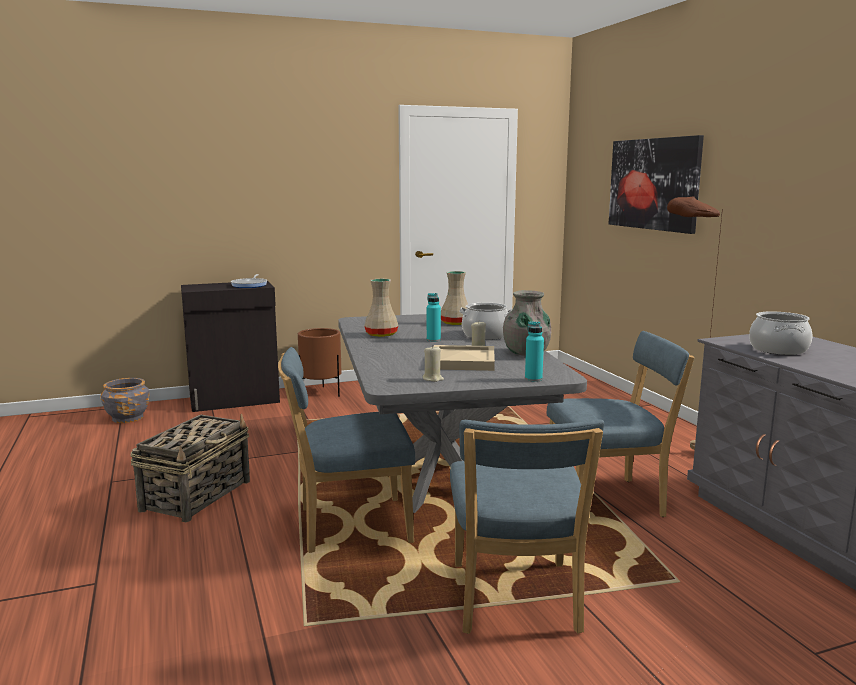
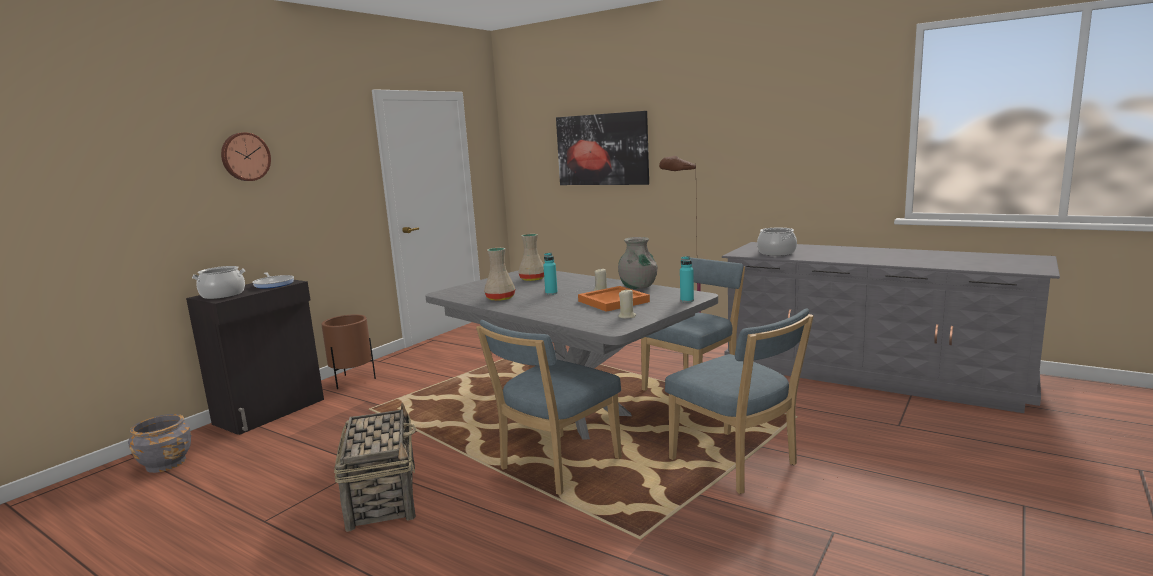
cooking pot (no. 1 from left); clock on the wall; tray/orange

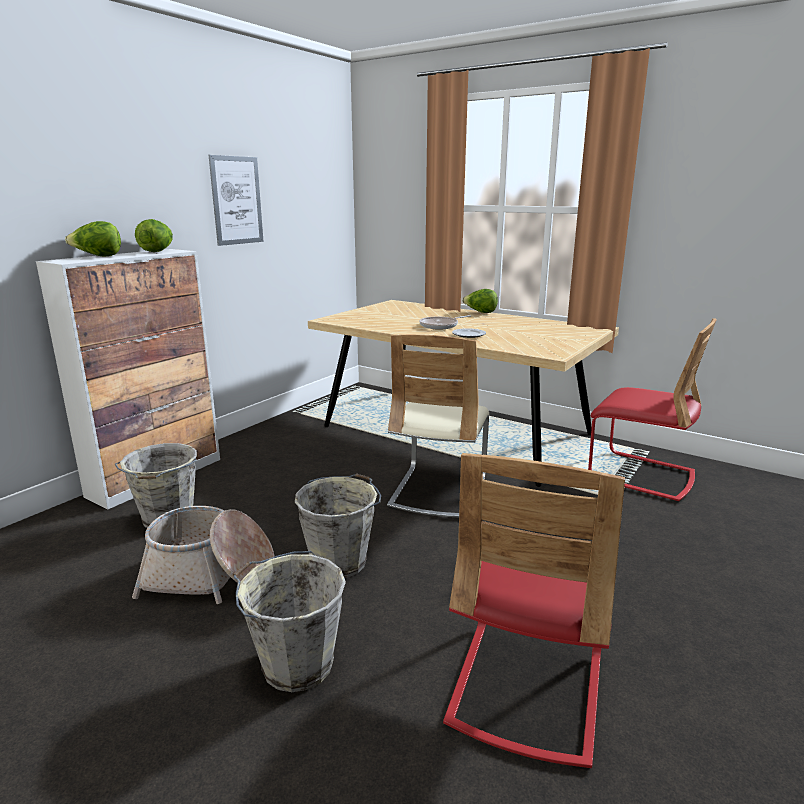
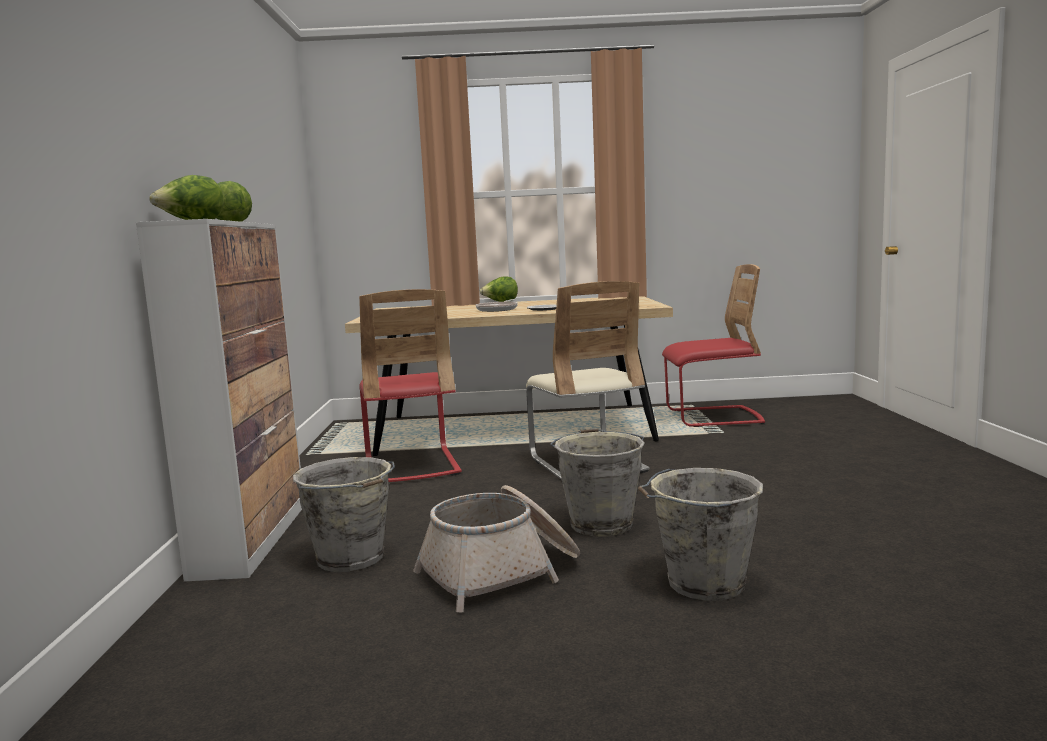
plain chair/reddish (no. 1 from left); picture

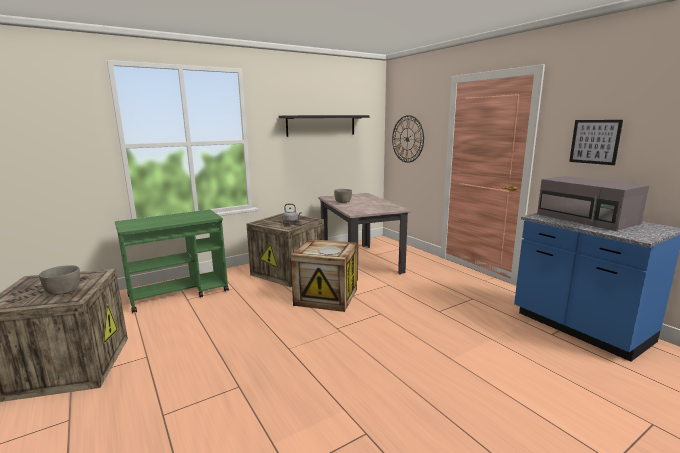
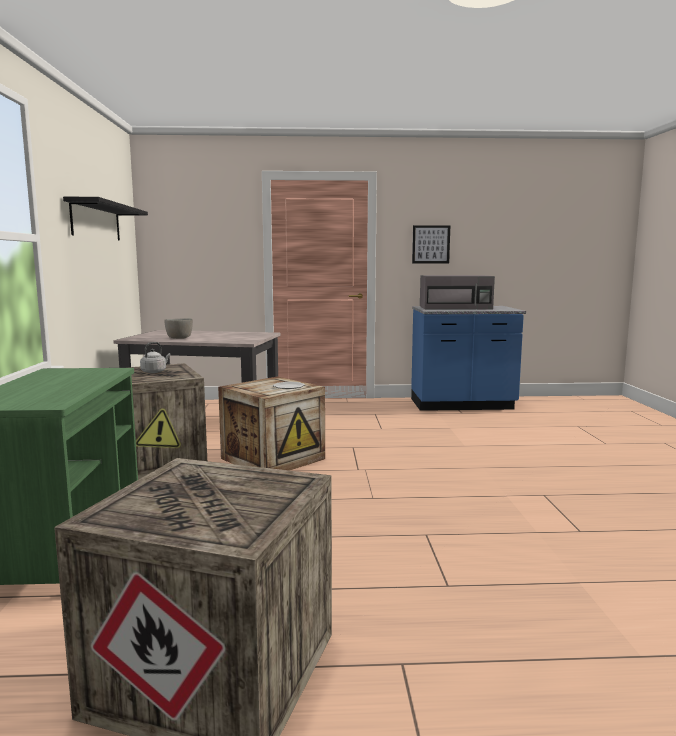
deep dish/grey (no. 1 from left in the first image); clock on the wall

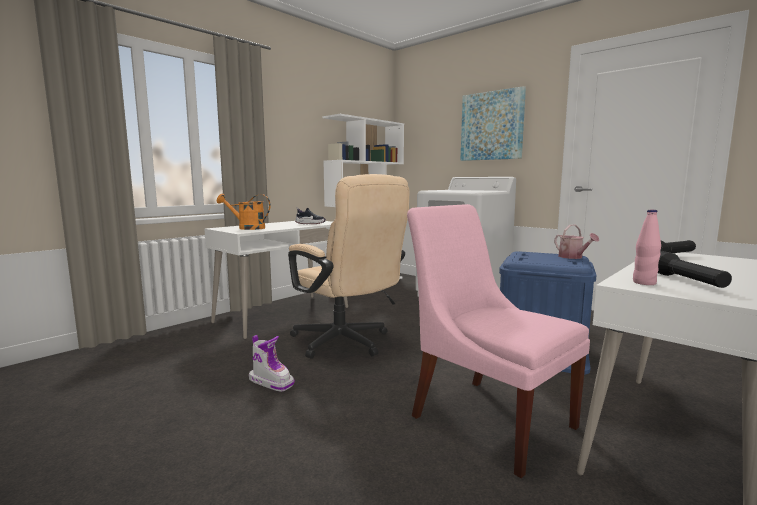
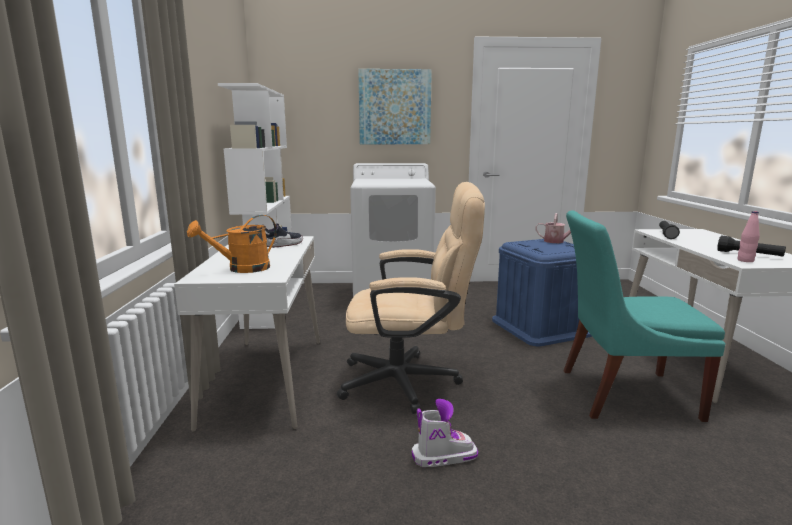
plain chair/blue-green

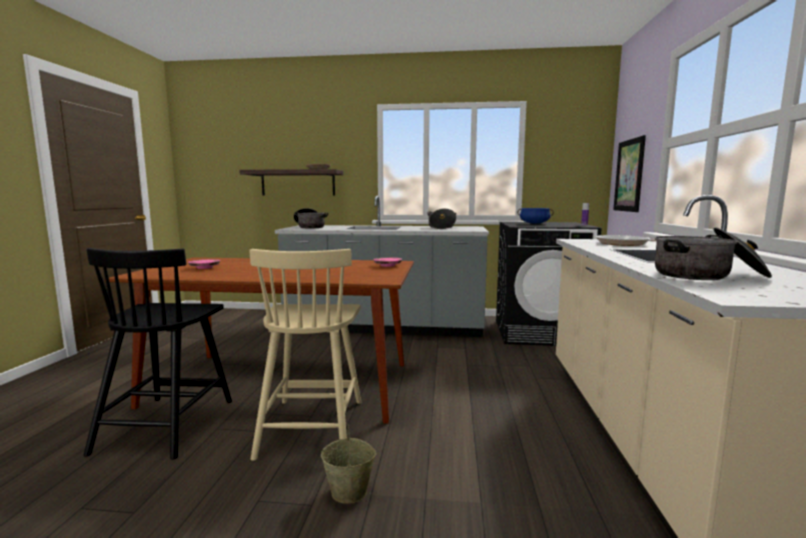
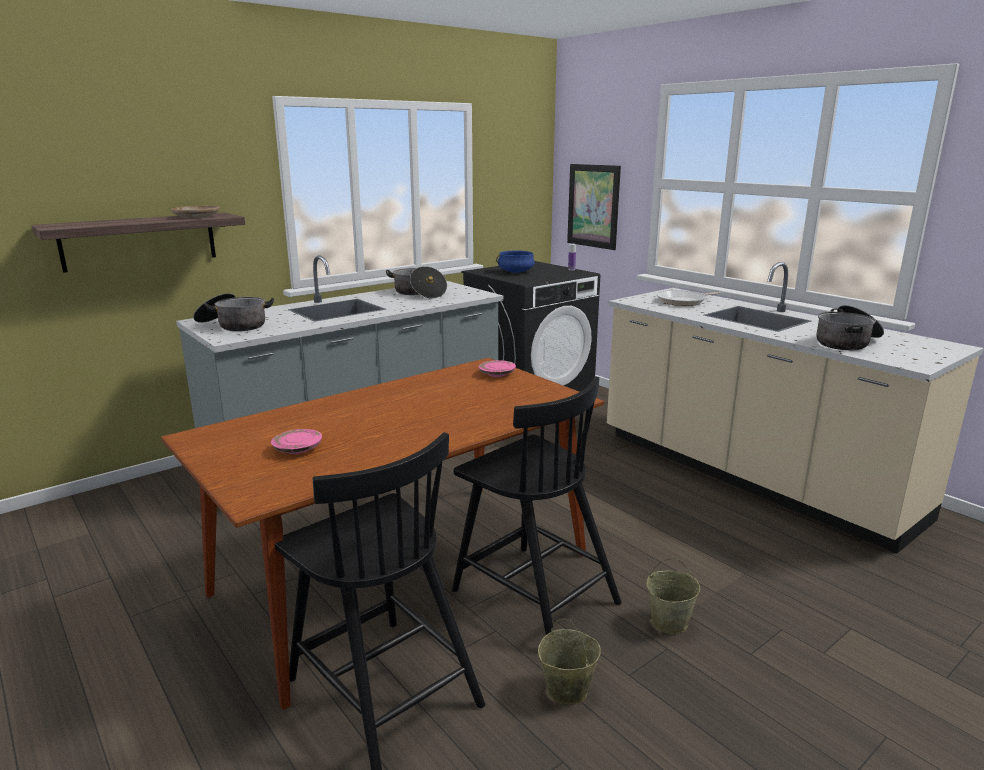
plain chair/black (no. 2 from left); water bucket/beige (no. 1 from left)

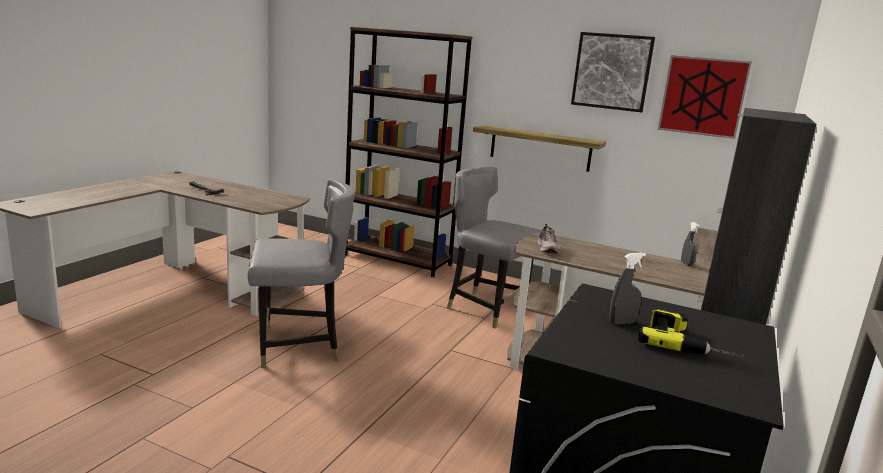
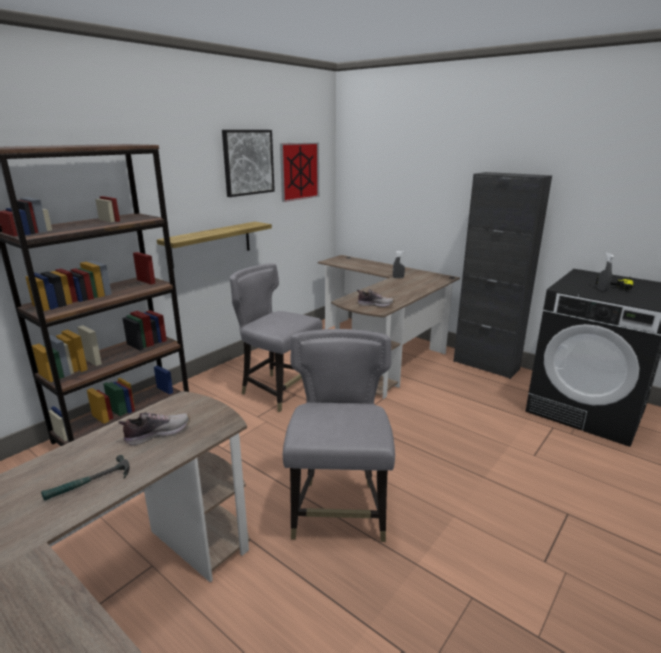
item of footwear (no. 1 from left); plain chair/grey (no. 1 from left)

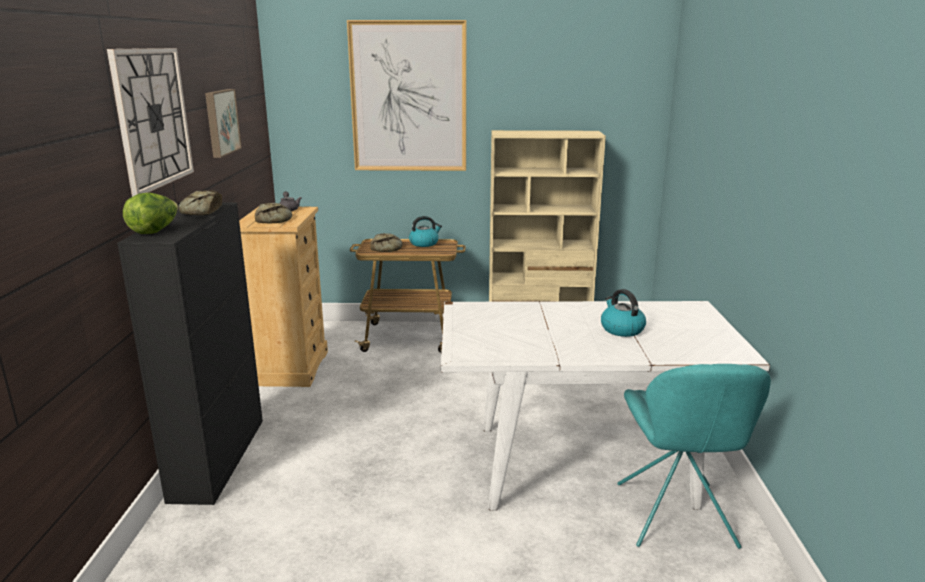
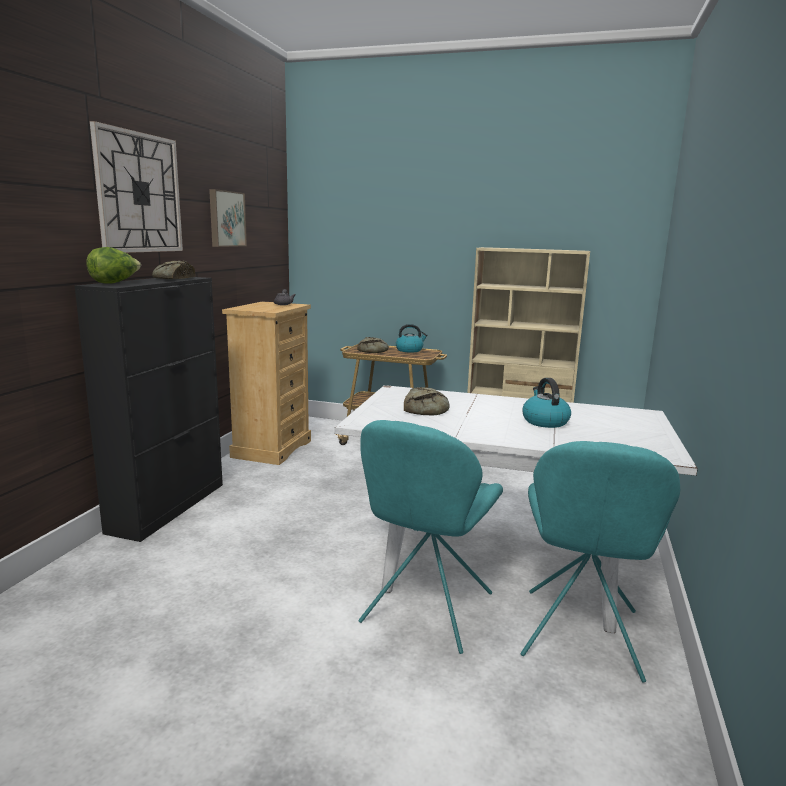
plain chair/blue-green (no. 1 from left); bread (no. 3 from left); picture (no. 2 from left in the first image)

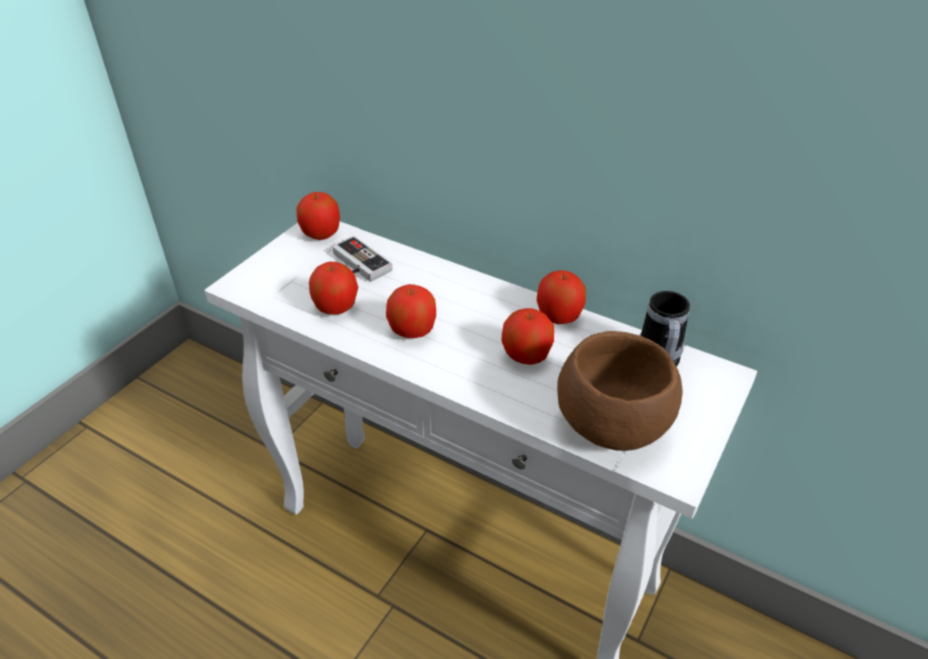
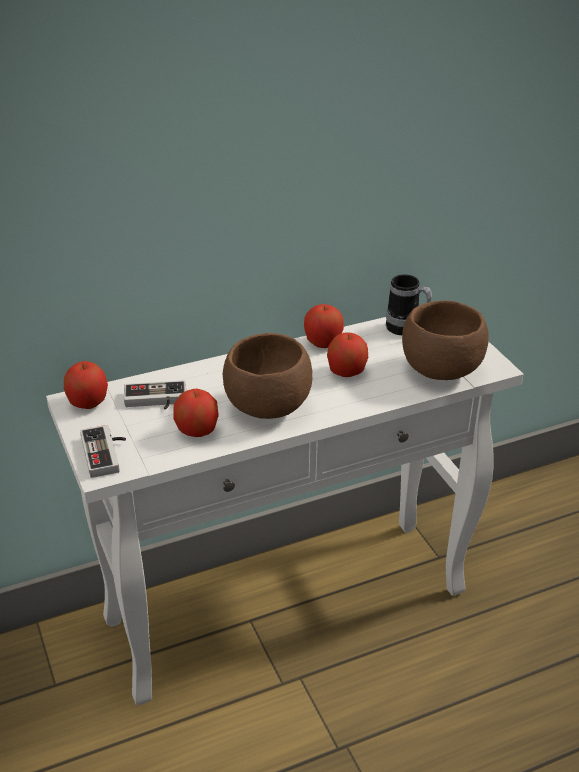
gamepad (no. 1 from left); deep dish/brownish (no. 1 from left)

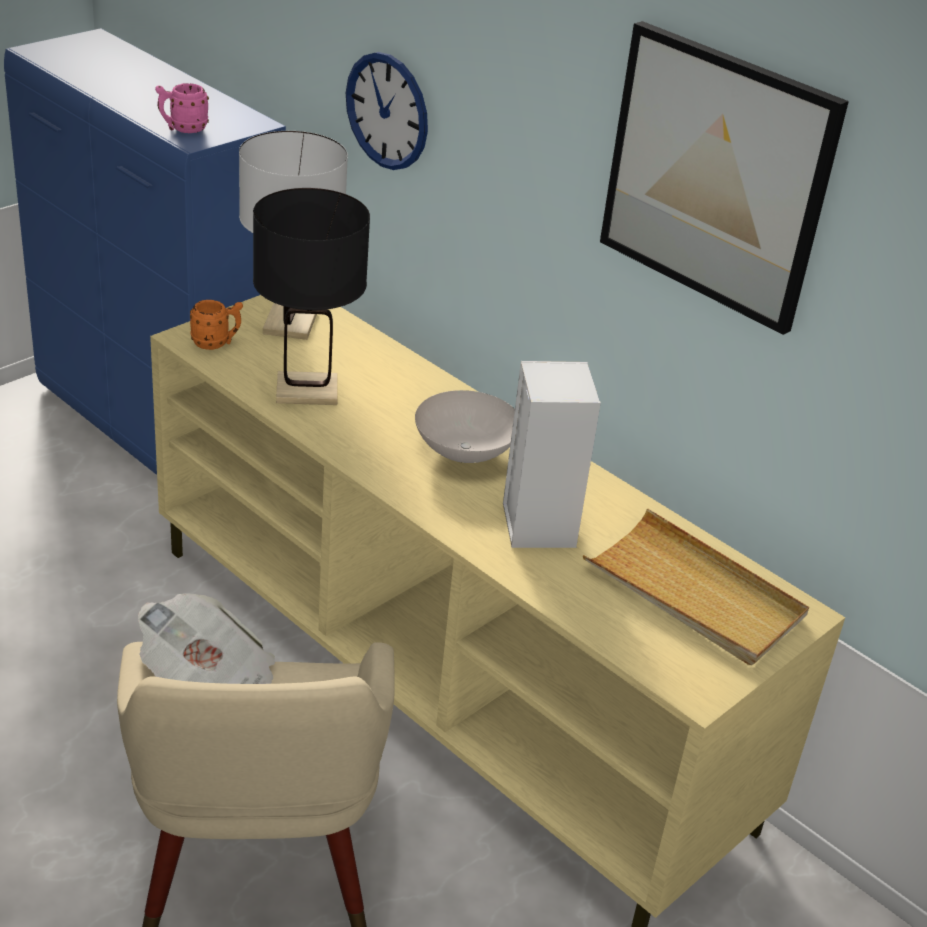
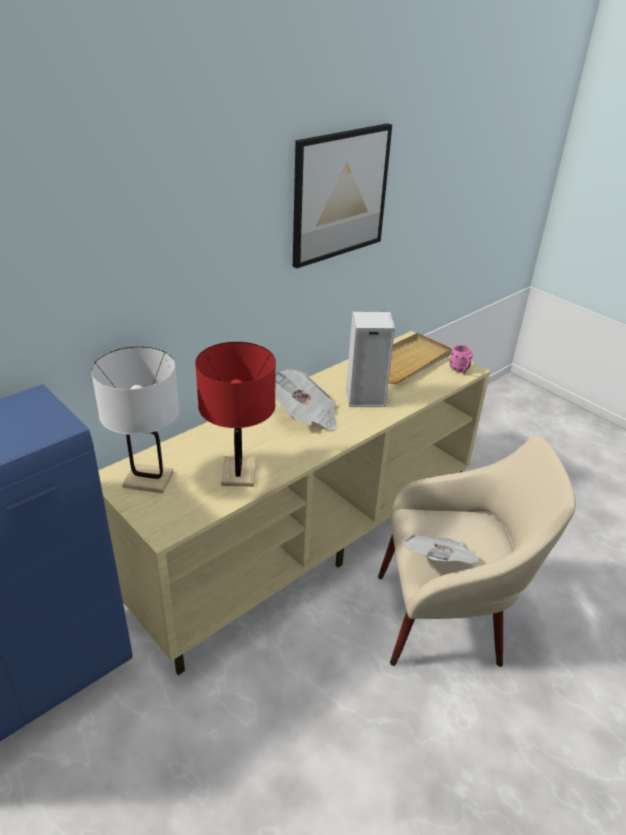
lamp for a table/reddish; newspaper (no. 1 from left); coffee mug/pink; coffee mug/orange; clock on the wall

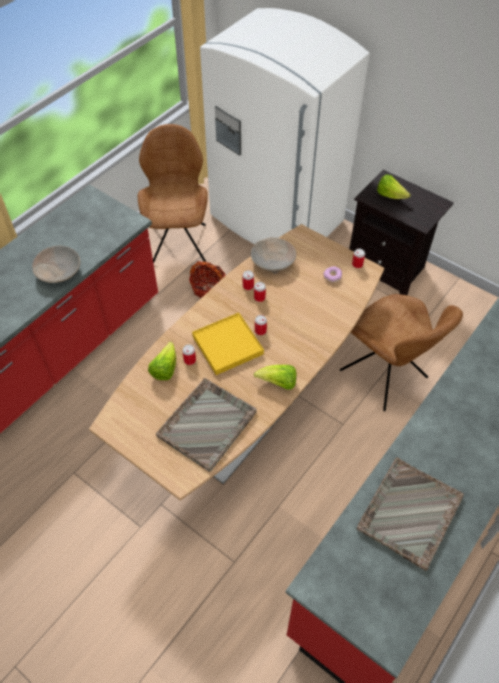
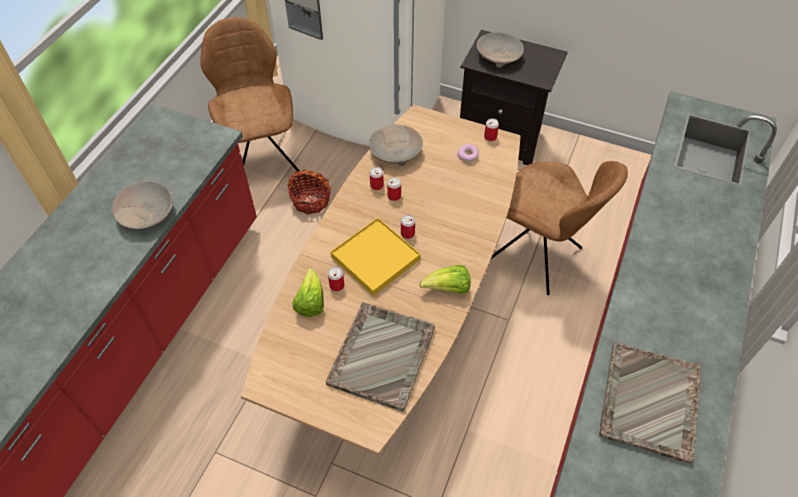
deep dish/beige (no. 3 from left)

